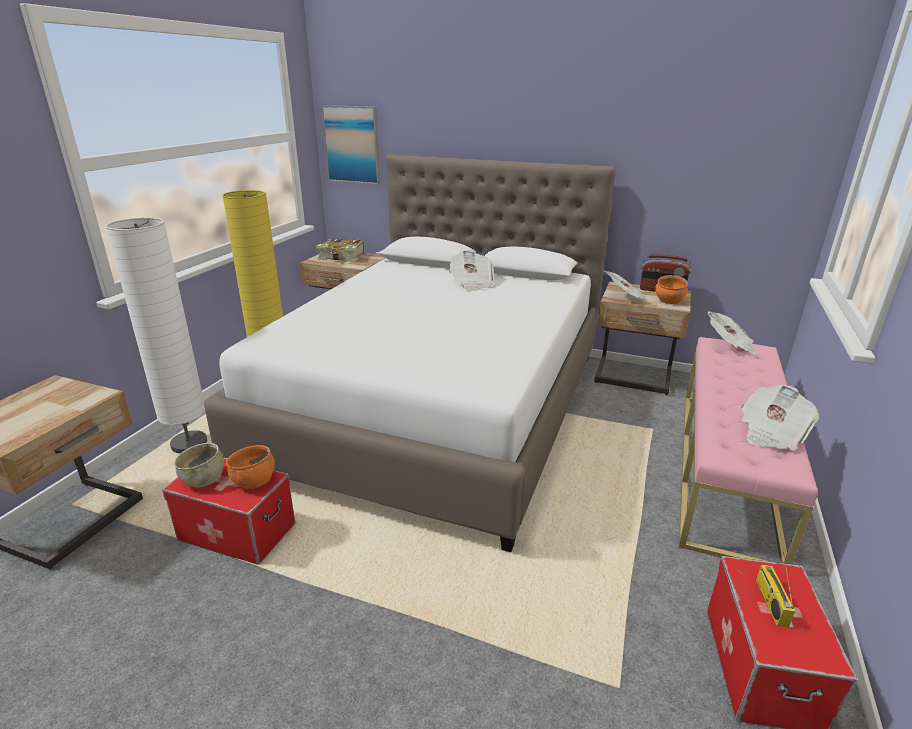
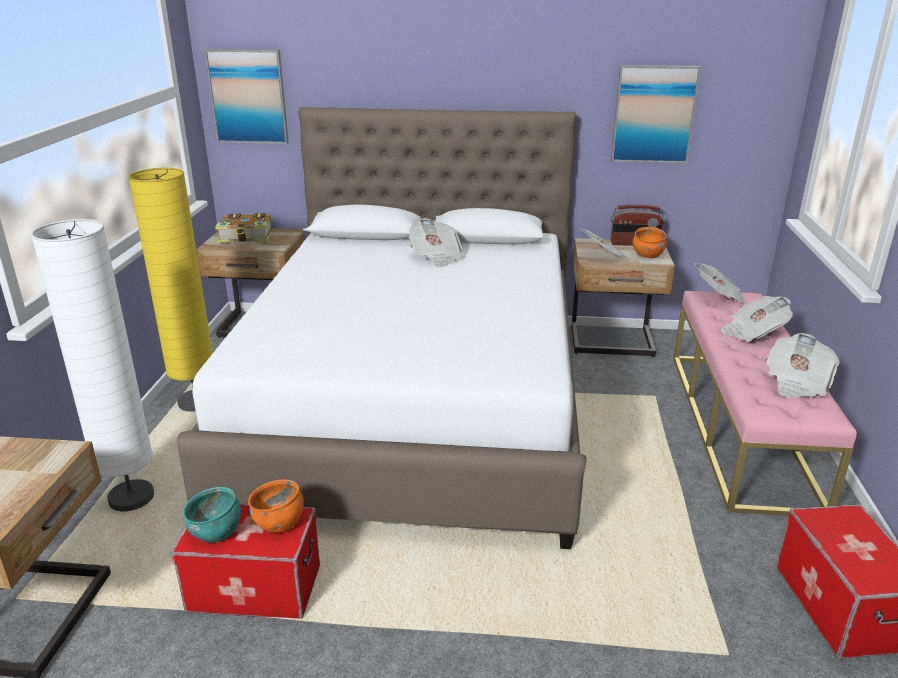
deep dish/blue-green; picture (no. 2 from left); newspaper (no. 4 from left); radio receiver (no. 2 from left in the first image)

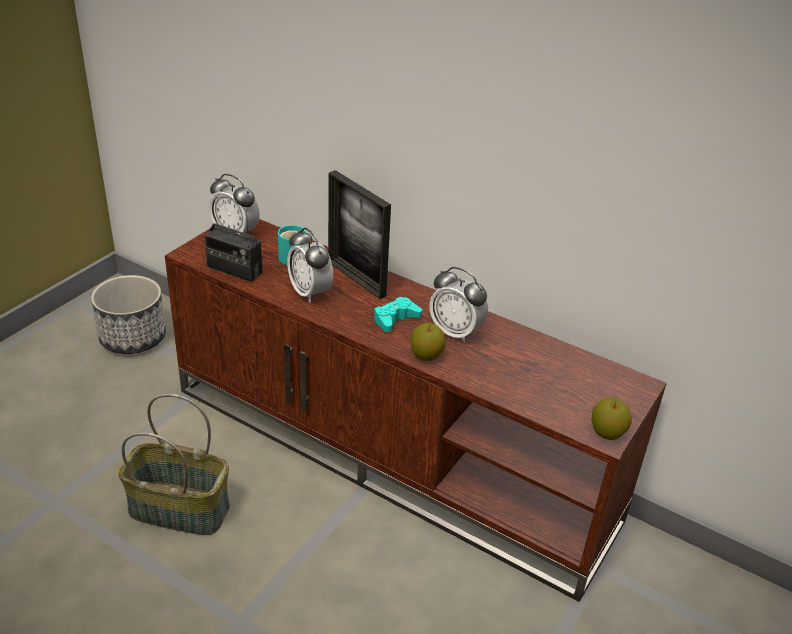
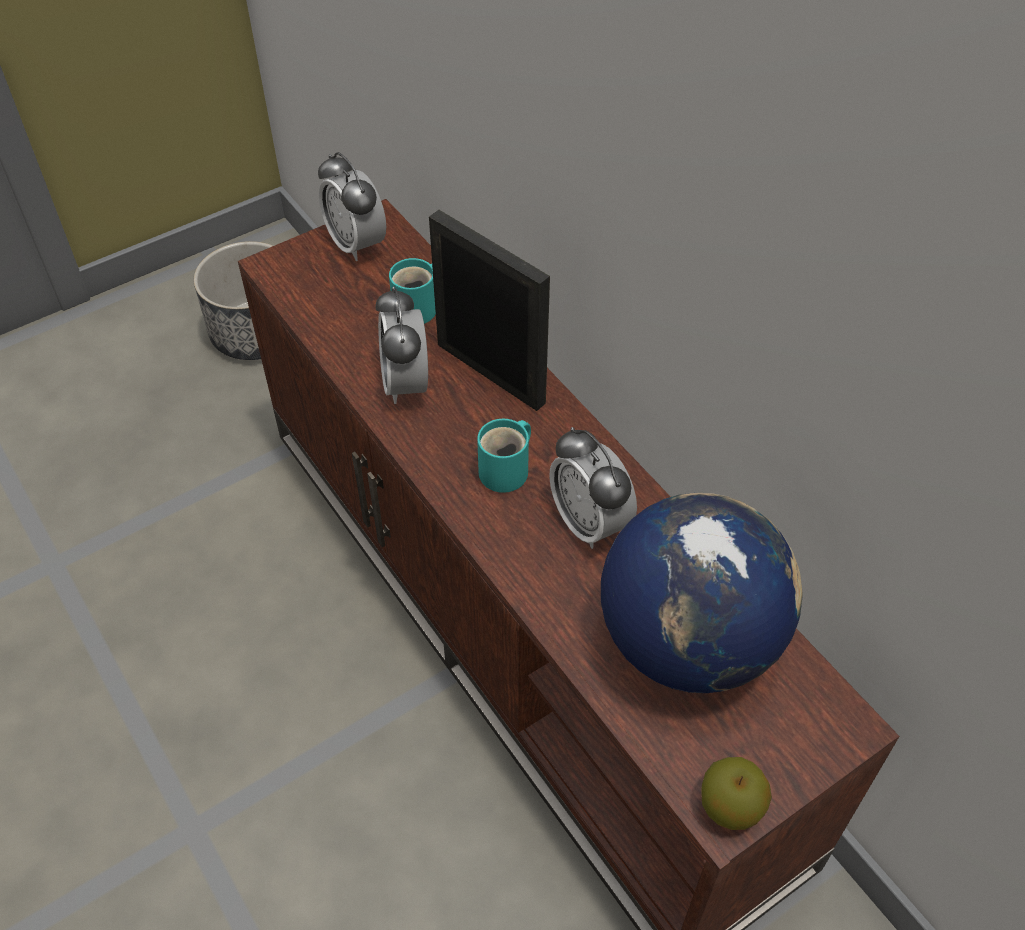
standing frame; coffee mug/blue-green (no. 2 from left); globe; storage basket; radio receiver; whole apple (no. 1 from left in the first image)

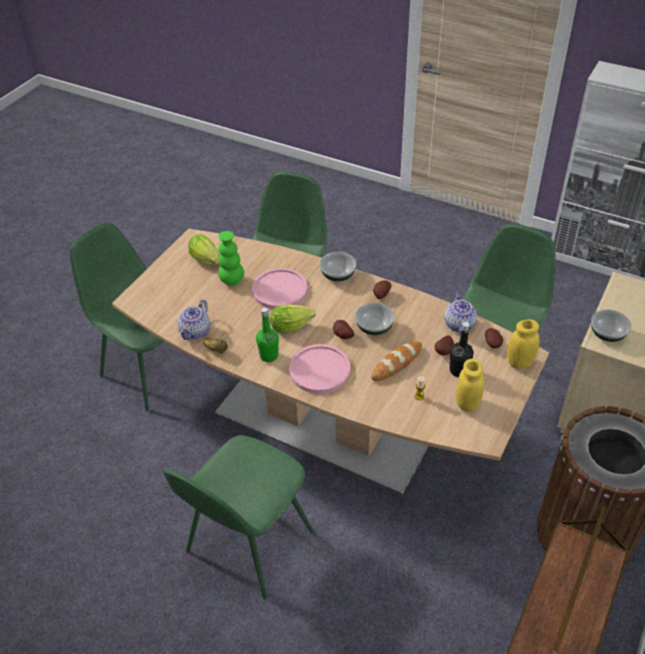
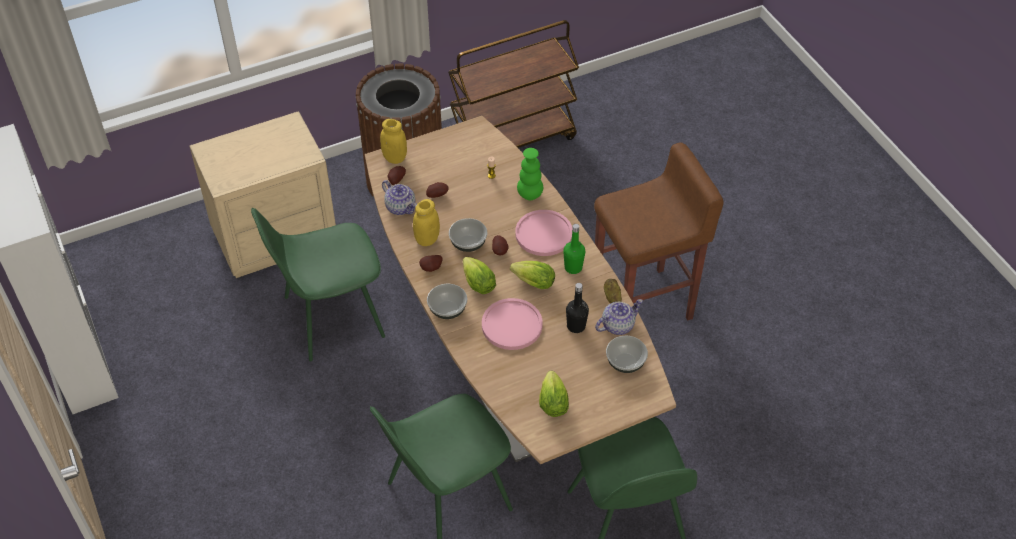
tea pot (no. 1 from left); storage jar/yellow (no. 2 from left); lettuce (no. 1 from left); flower vase/greenish; drink bottle/black; stool/brownish; deep dish (no. 3 from left); bread

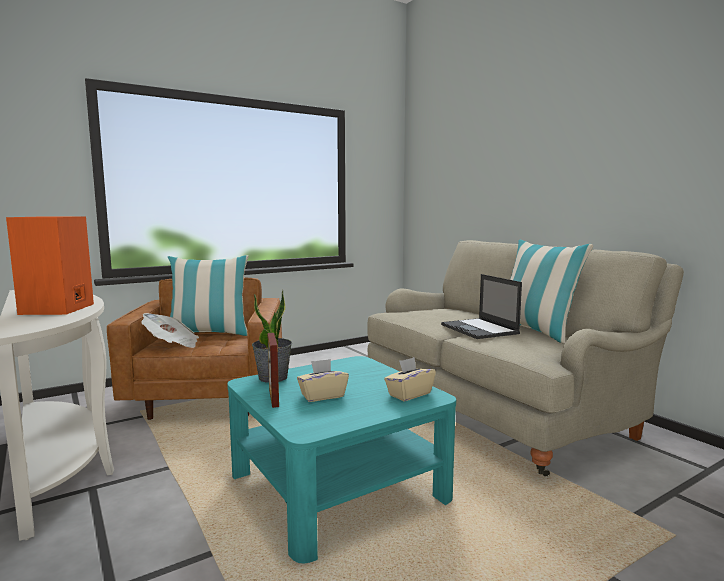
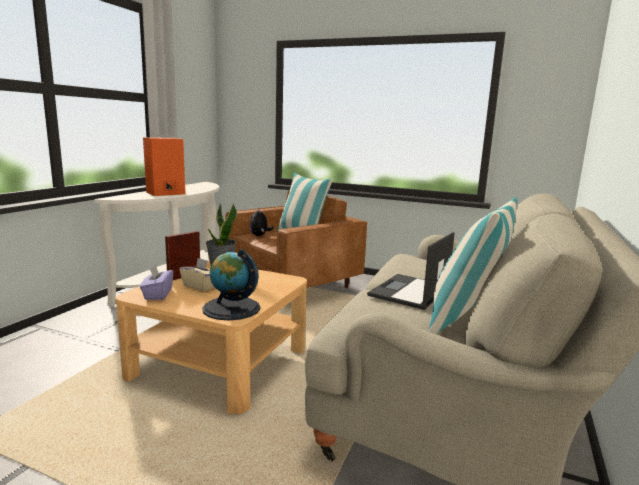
lounge table/beige; tissue box/purple-coloured; globe; plush toy

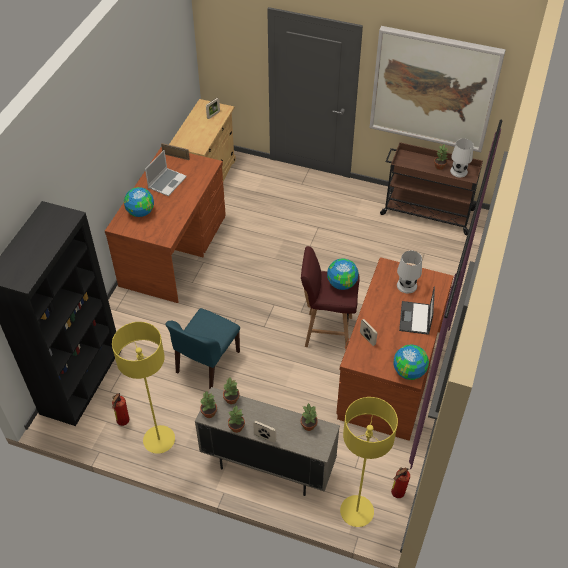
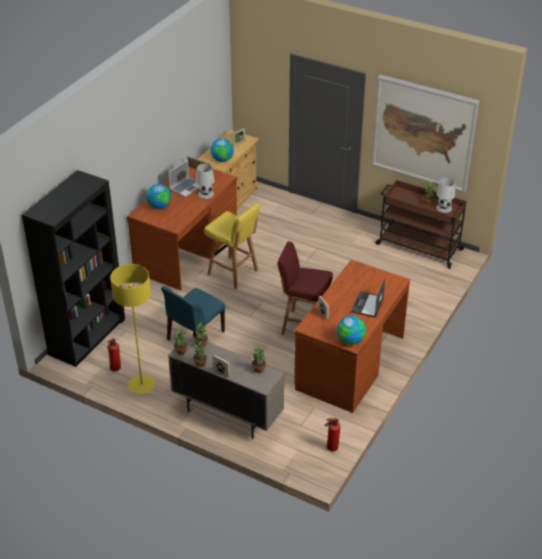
lamp for a table/white-coloured (no. 1 from left); stool/yellow; globe (no. 2 from left); floor lamp/yellow (no. 2 from left in the first image)

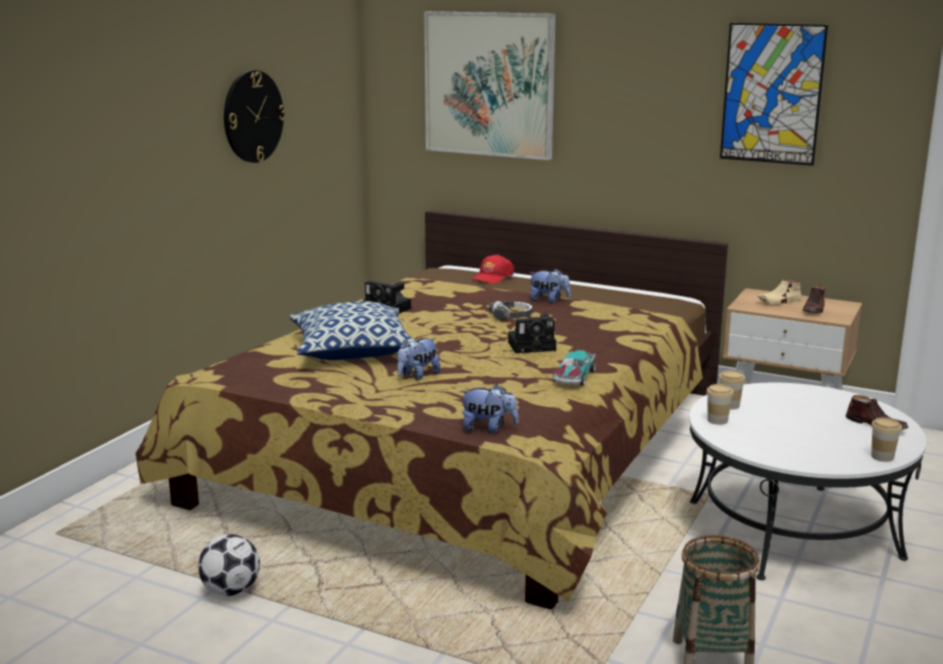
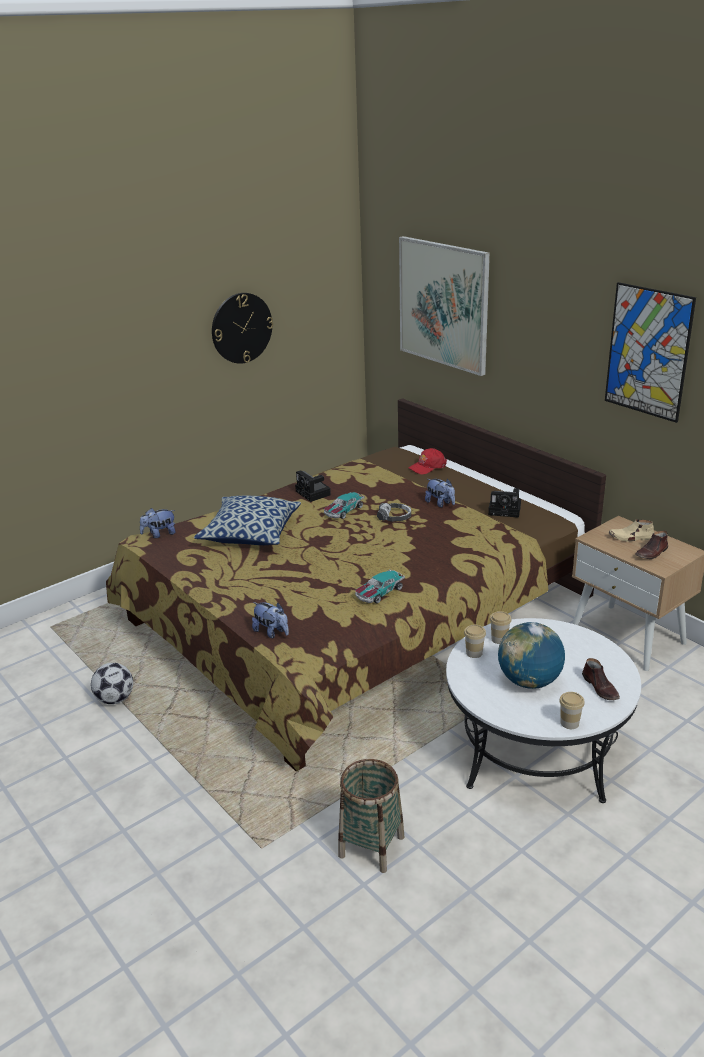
plush toy (no. 1 from left); model car (no. 1 from left); photo camera (no. 2 from left); globe

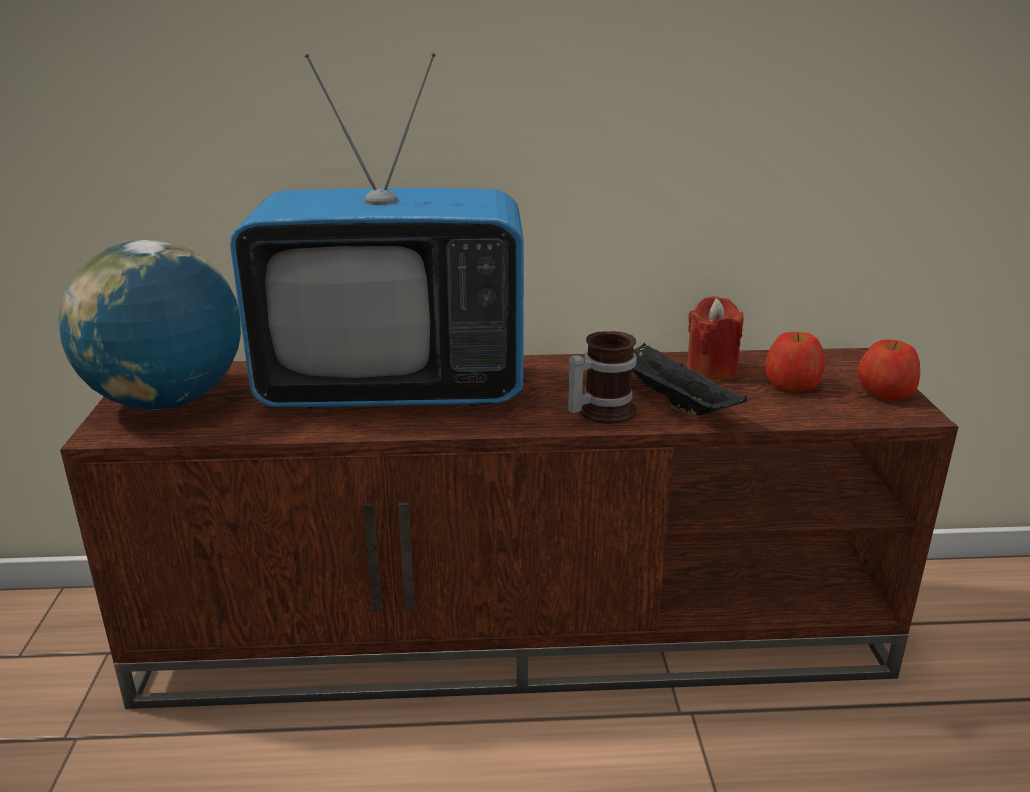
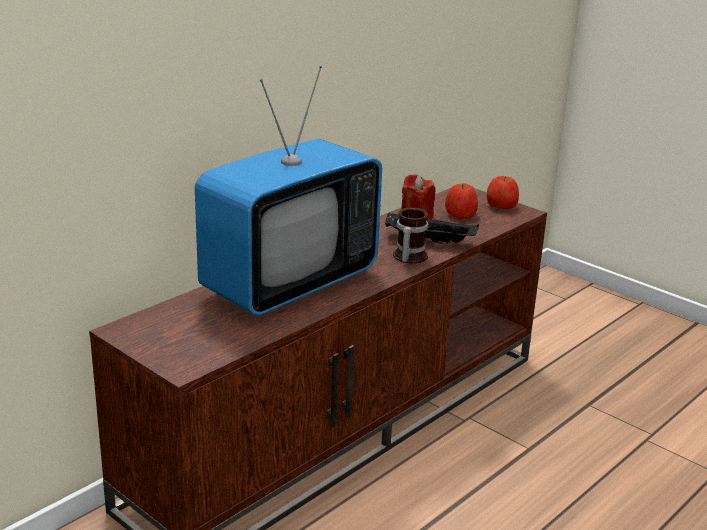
globe

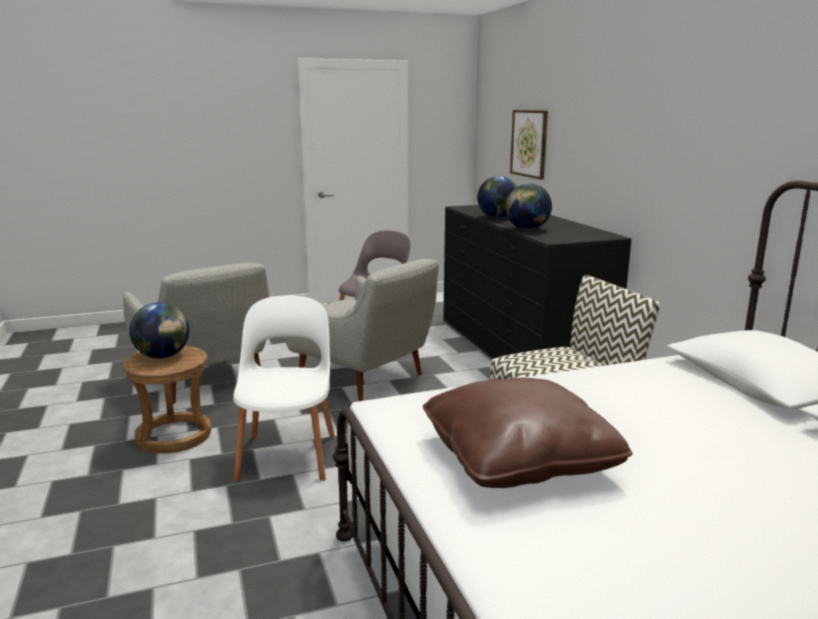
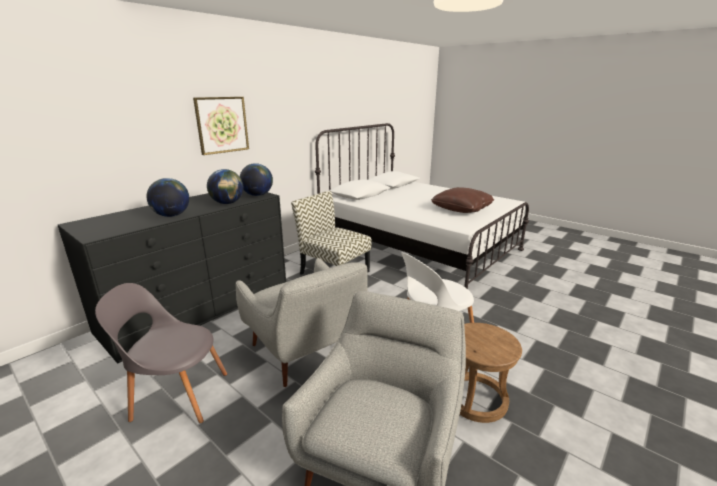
picture; armchair/grey (no. 1 from left); globe (no. 3 from left)

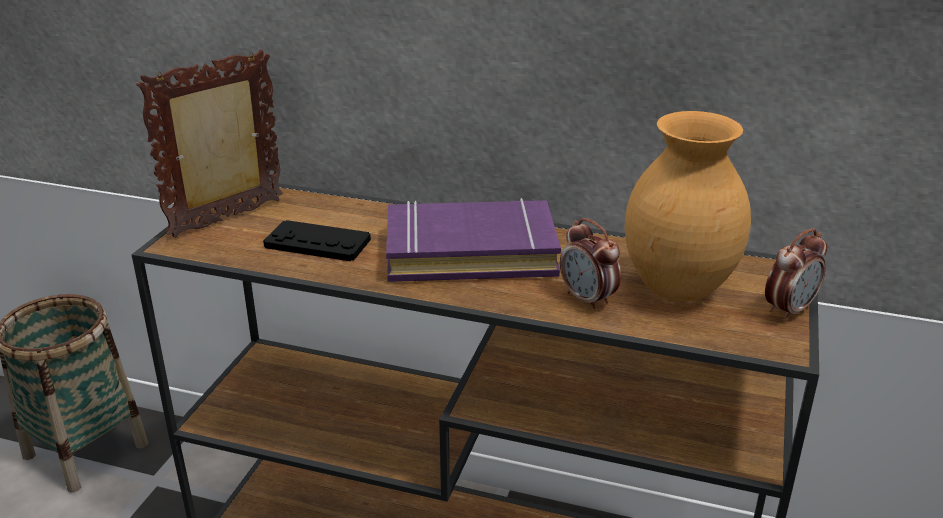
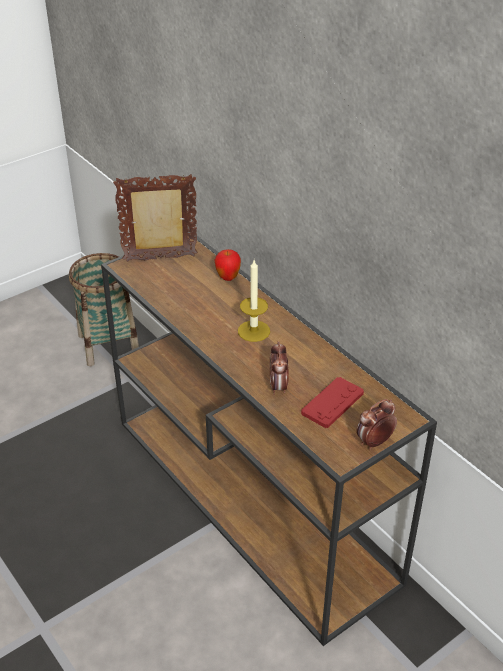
whole apple; candle; gamepad/reddish; table clock (no. 2 from left); gamepad/black

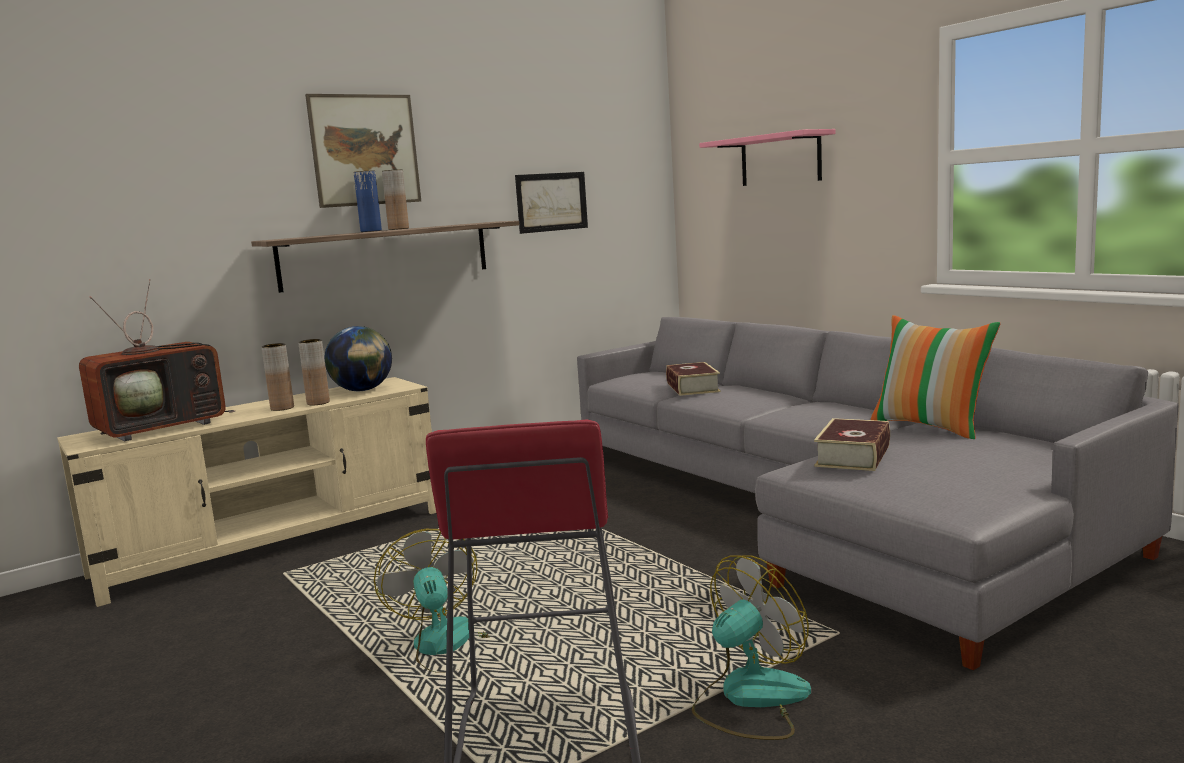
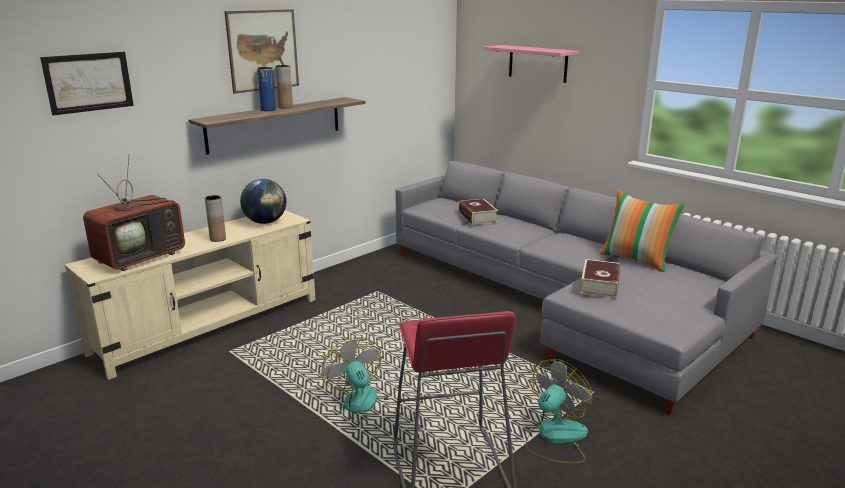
picture (no. 1 from left); flower vase/brownish (no. 2 from left in the first image)

